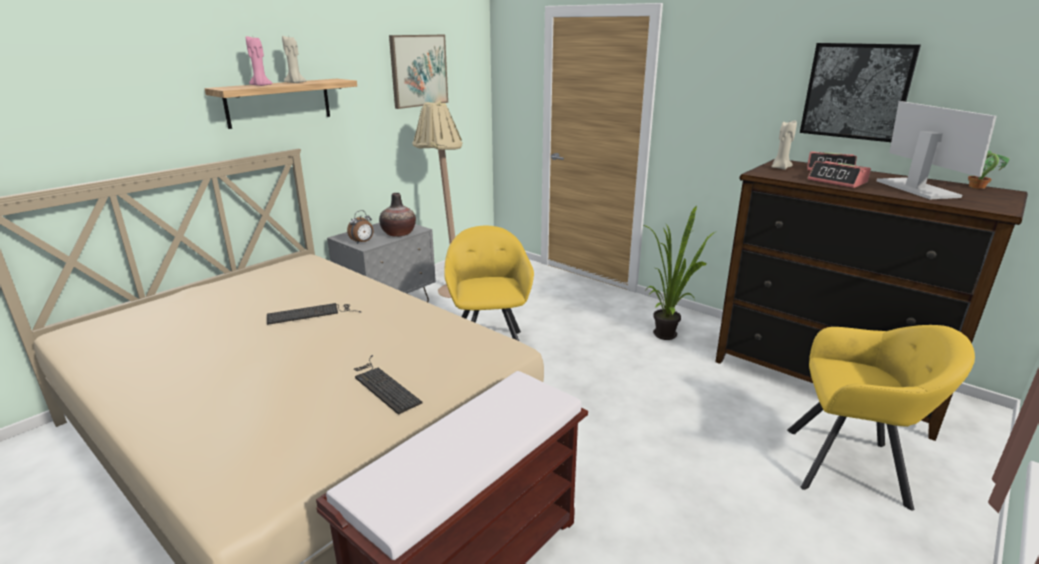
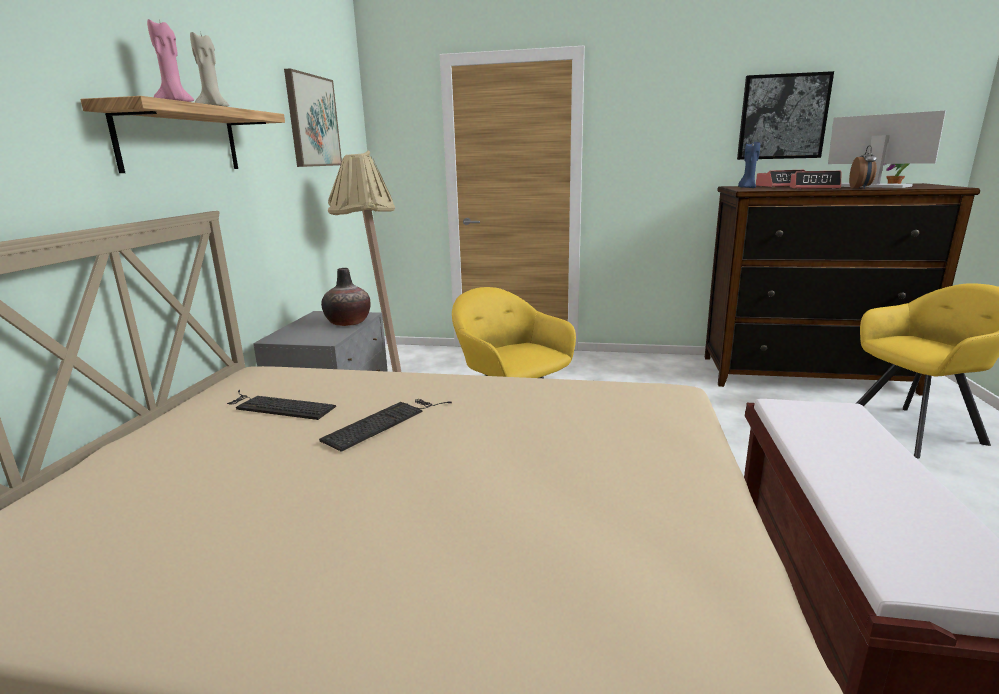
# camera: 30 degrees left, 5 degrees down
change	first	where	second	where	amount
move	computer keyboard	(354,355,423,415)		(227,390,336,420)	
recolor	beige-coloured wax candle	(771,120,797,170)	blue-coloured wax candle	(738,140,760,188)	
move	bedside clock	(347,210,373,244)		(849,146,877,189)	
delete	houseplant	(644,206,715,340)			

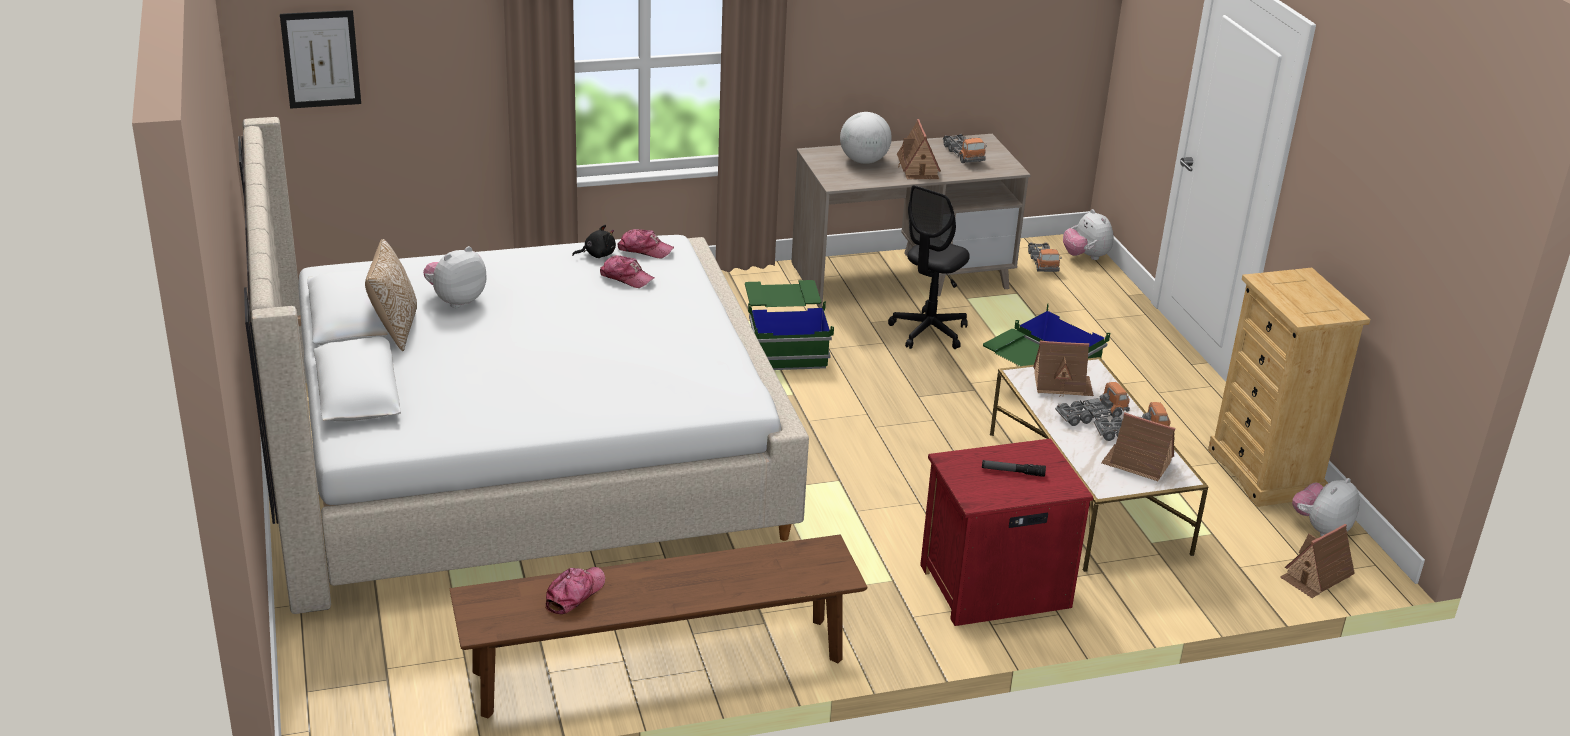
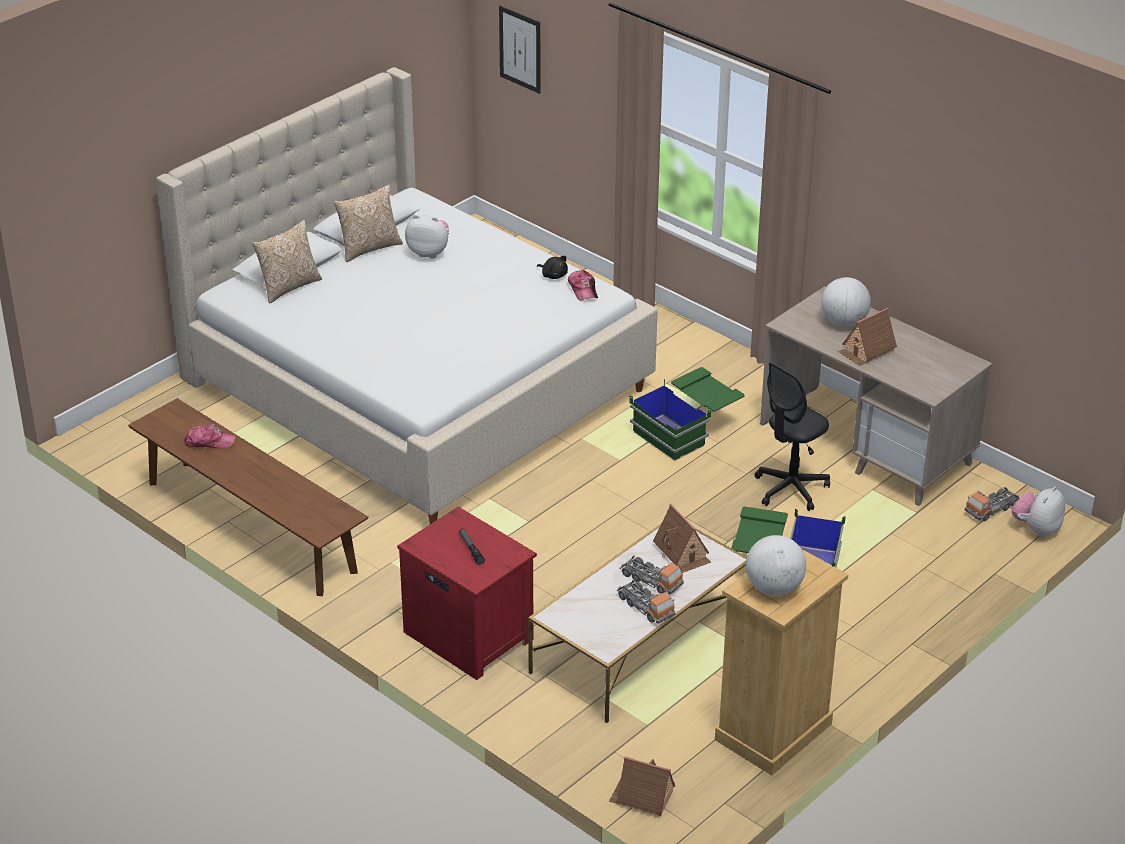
# camera: 60 degrees right, 5 degrees up
change	first	where	second	where	amount
insert			throw pillow	(252,220,322,304)	
insert			globe	(746,535,806,596)	
rotate	black-coloured desk chair	(888,185,970,349)		(755,362,830,511)	45 degrees counterclockwise
delete	baseball cap	(600,255,654,288)			
delete	toy truck	(943,134,987,163)			
delete	model house	(1101,413,1176,482)			
delete	cuddly toy	(1292,478,1360,536)			

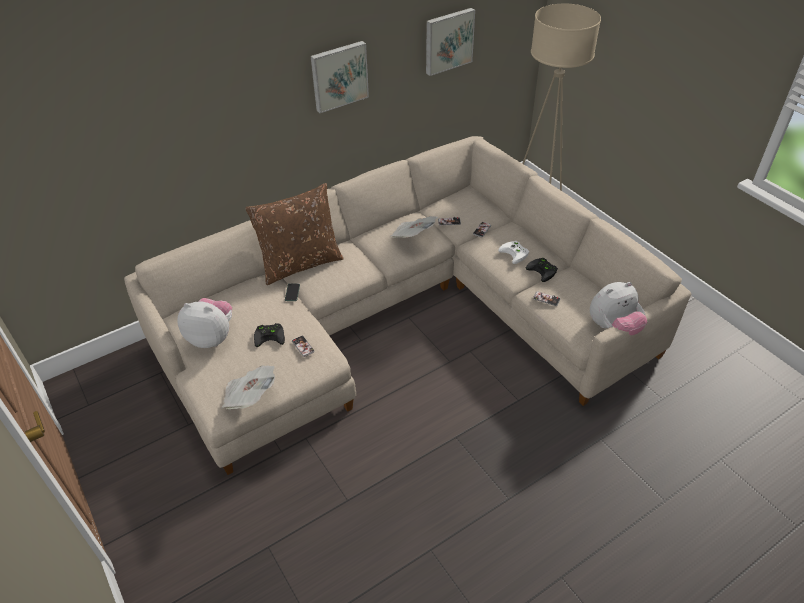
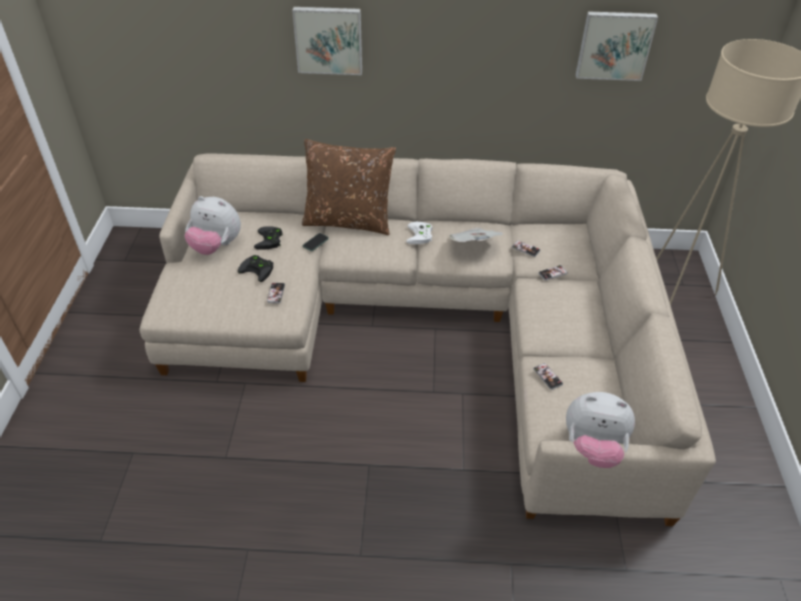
# camera: 35 degrees right, 0 degrees up
change	first	where	second	where	amount
rotate	cuddly toy	(177,298,232,348)		(184,196,241,255)	150 degrees clockwise
move	black-coloured joypad	(526,258,558,282)		(254,226,283,250)	
move	picture	(311,41,369,113)		(292,7,362,75)	
move	whitish joypad	(498,241,529,264)		(406,222,432,244)	
delete	printed paper	(222,365,275,409)			

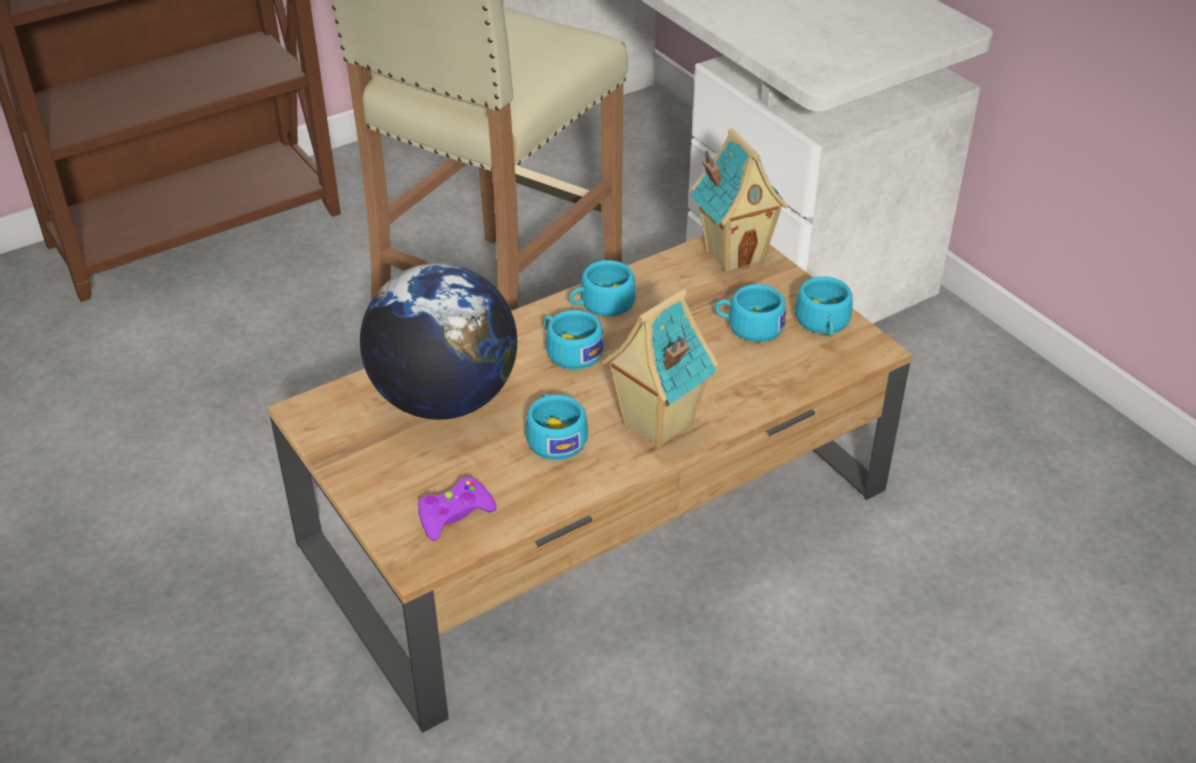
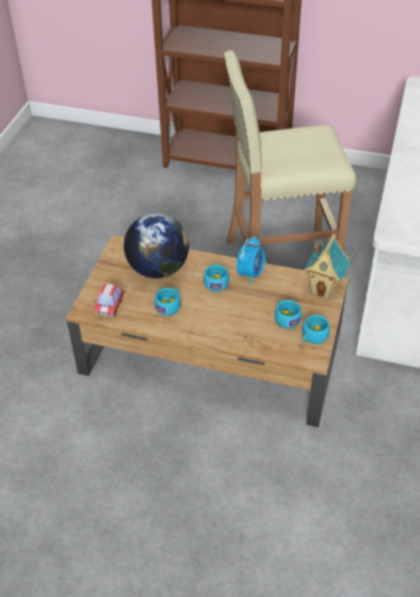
# camera: 50 degrees right, 5 degrees up
change	first	where	second	where	amount
replace	purplish joypad	(418,477,497,541)	toy car	(94,283,124,317)	
replace	turquoise small cup	(569,260,636,317)	bedside clock	(237,236,265,284)	
delete	model house	(602,289,719,448)			

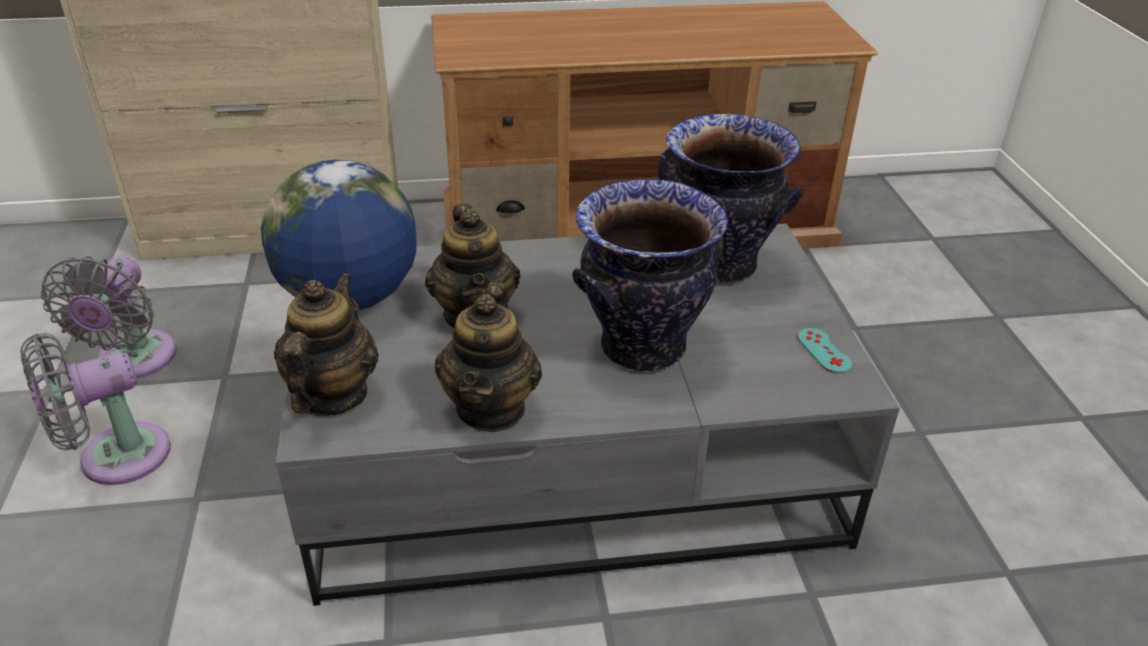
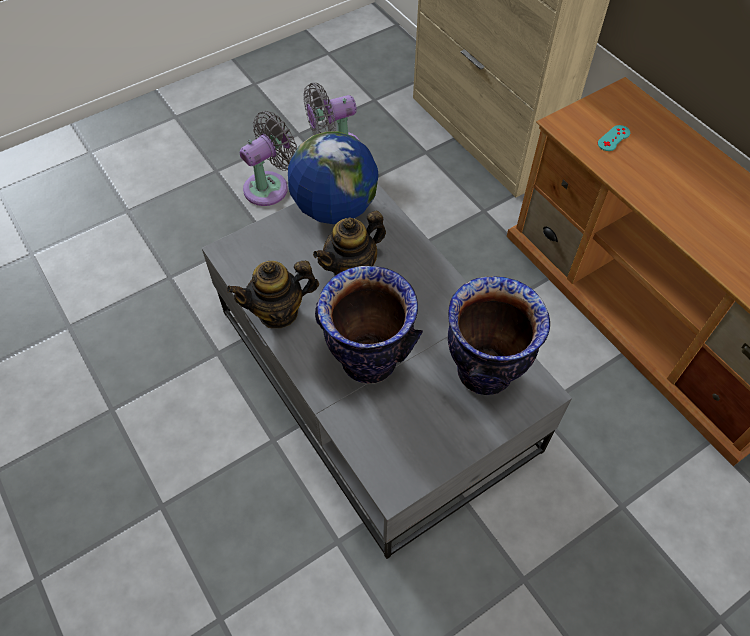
# camera: 65 degrees right, 20 degrees up
change	first	where	second	where	amount
rotate	grey cooling fan	(20,333,171,485)		(240,111,297,206)	105 degrees clockwise
move	turquoise joypad	(798,328,852,373)		(598,125,630,151)	
delete	tea pot	(274,273,379,416)			

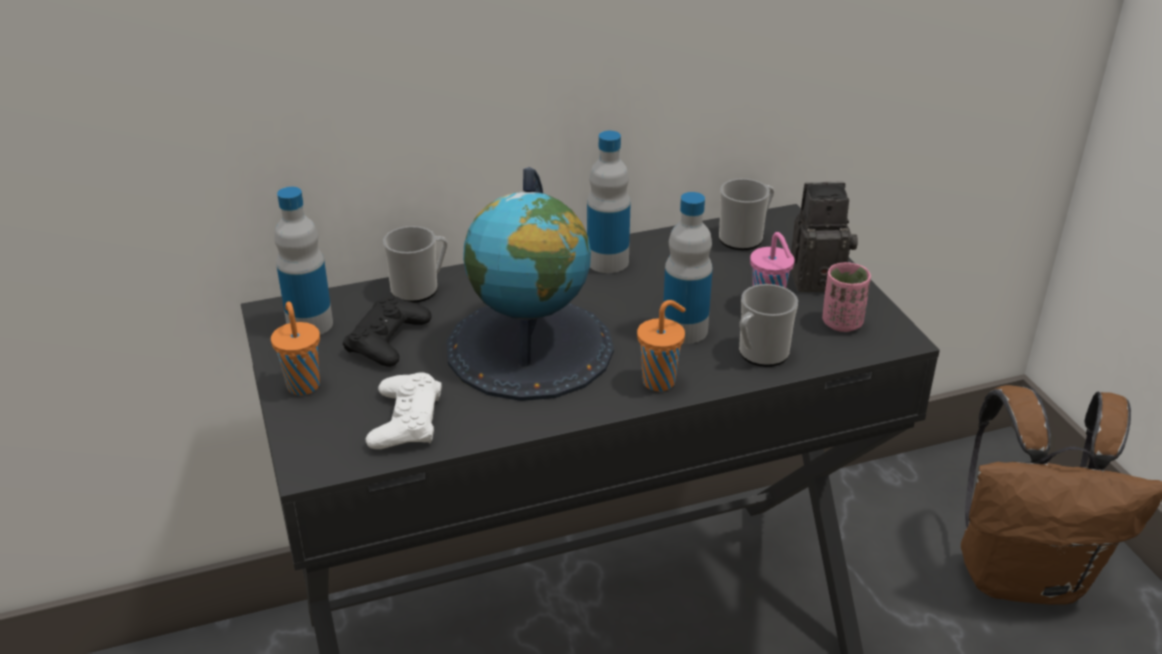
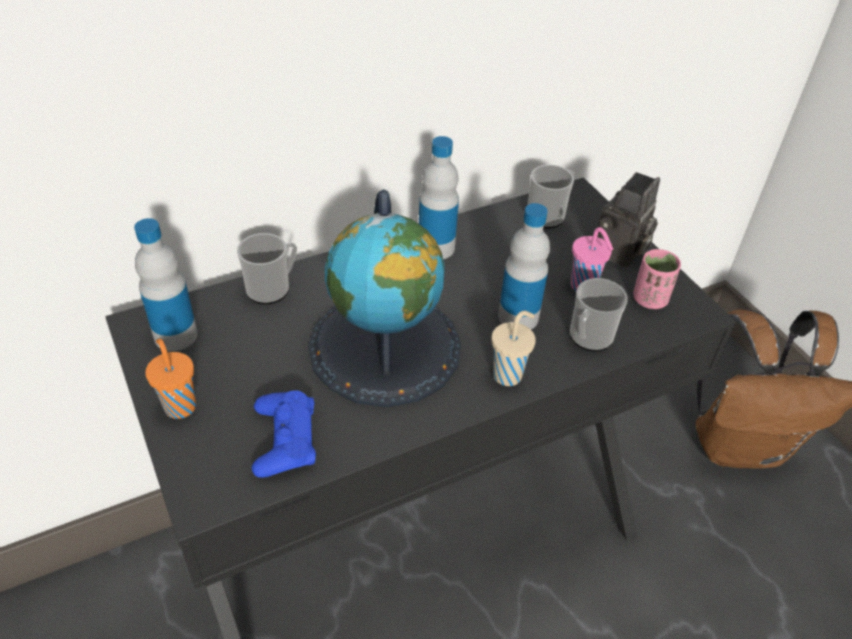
# camera: 10 degrees left, 10 degrees up
change	first	where	second	where	amount
recolor	whitish joypad	(366,372,442,449)	blue-coloured joypad	(251,390,316,478)	
recolor	orange-coloured small cup	(637,300,686,391)	beige-coloured small cup	(492,311,536,386)	
rotate	still camera	(791,182,858,292)		(597,172,660,267)	135 degrees clockwise
delete	black-coloured joypad	(343,296,432,367)			

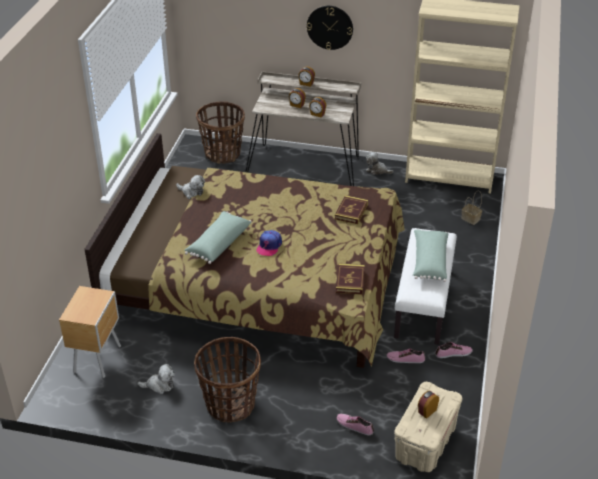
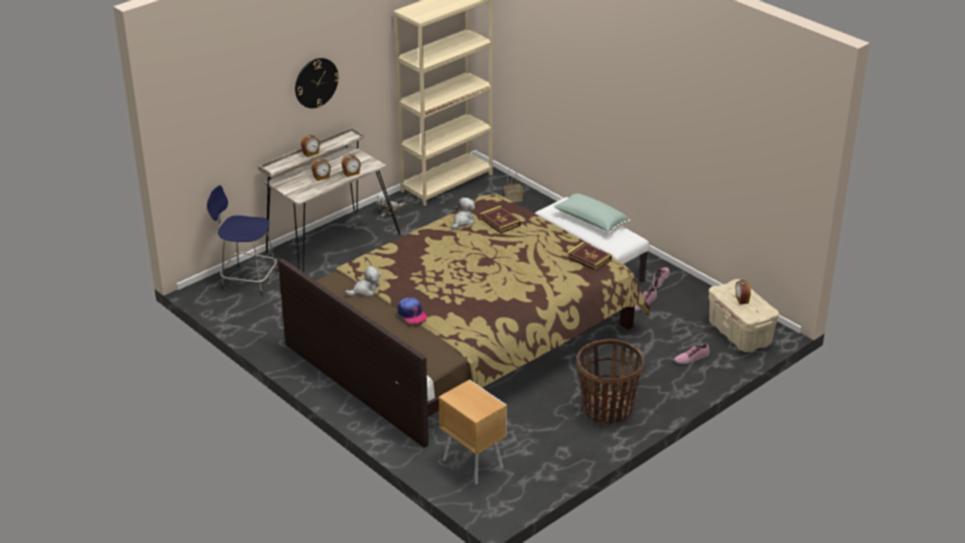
# camera: 55 degrees left, 5 degrees down
change	first	where	second	where	amount
replace	basket	(196,102,245,164)	blue-coloured stool seat	(207,185,278,296)	
move	baseball cap	(257,230,282,256)		(398,298,428,324)	
move	cuddly toy	(137,364,175,394)		(451,198,475,230)	
delete	green throw pillow	(185,211,252,264)			

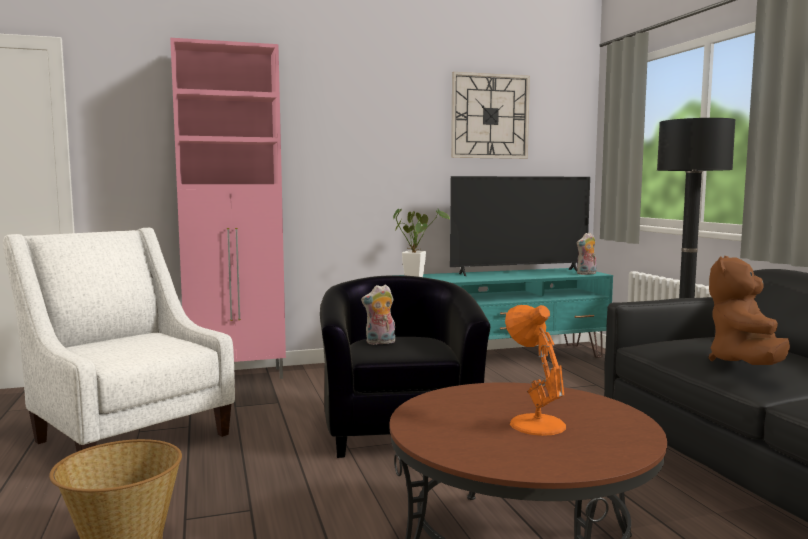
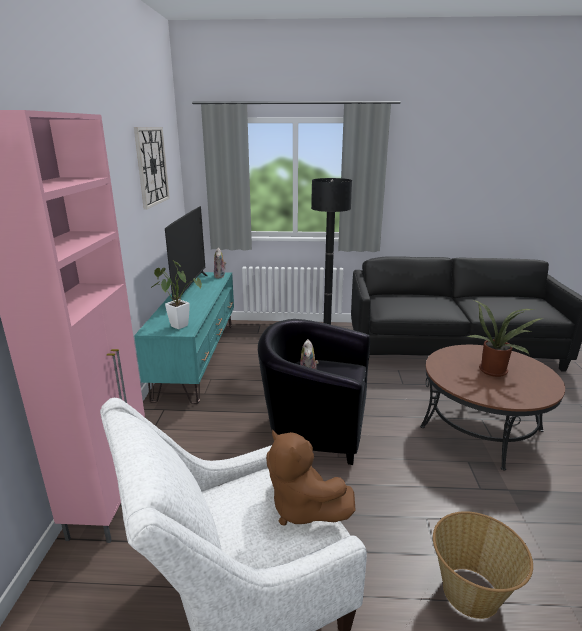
# camera: 70 degrees left, 15 degrees up
change	first	where	second	where	amount
move	brown cuddly toy	(709,256,790,365)		(266,430,356,526)	
replace	orange-coloured table lamp	(505,305,566,436)	houseplant	(467,299,544,377)	

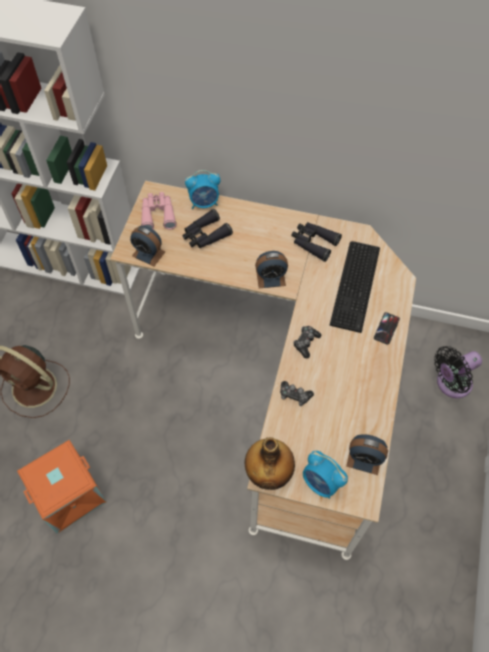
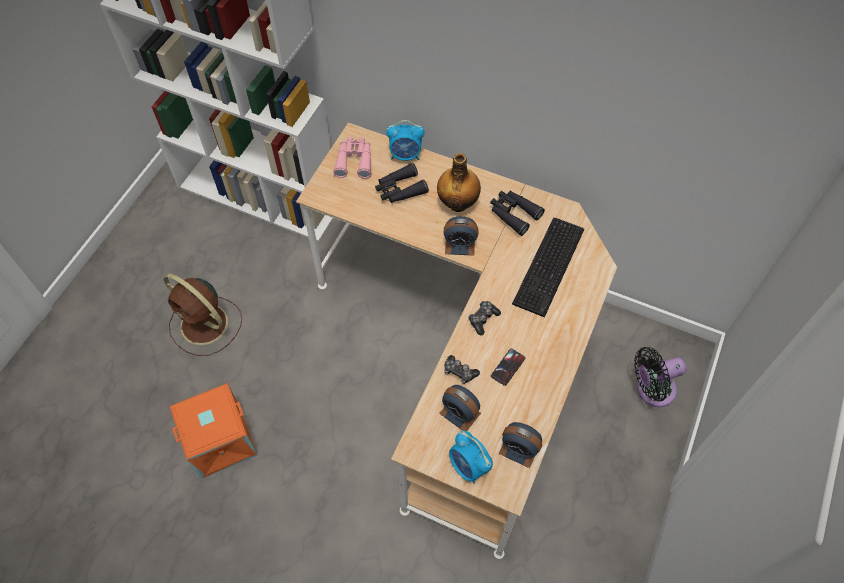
# camera: 10 degrees right, 0 degrees up
change	first	where	second	where	amount
move	drink bottle	(245,437,295,490)		(437,153,481,212)	
move	bedside clock	(130,226,166,266)		(439,385,481,431)	
move	handset	(374,312,400,345)		(491,349,525,386)	

